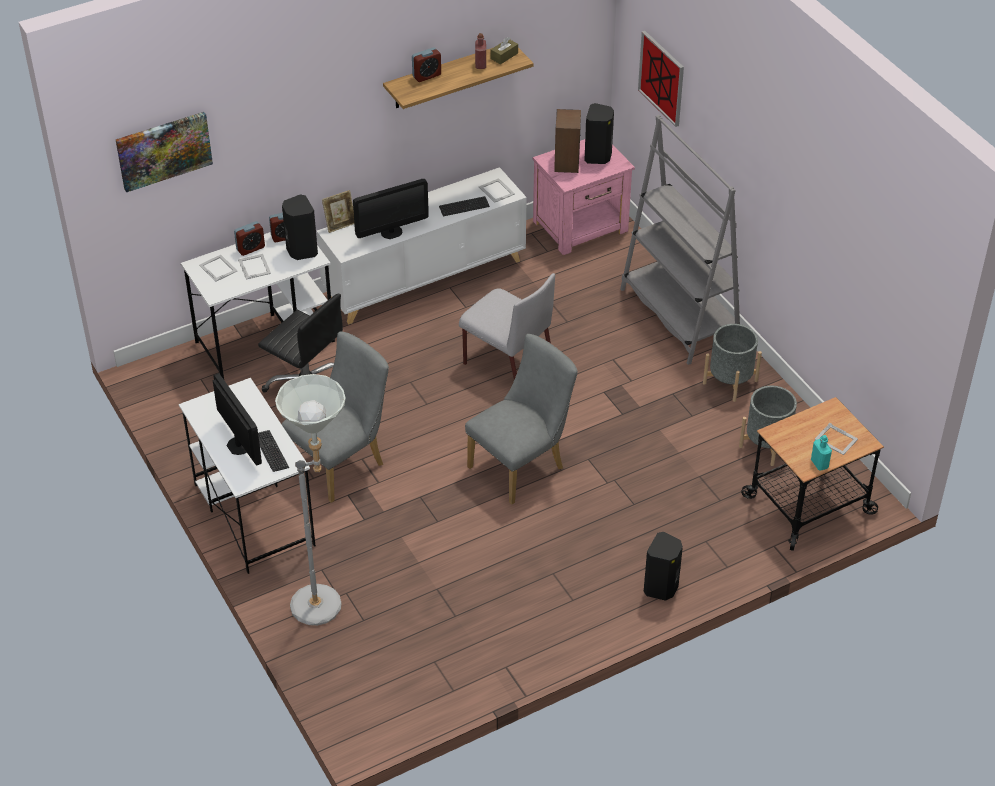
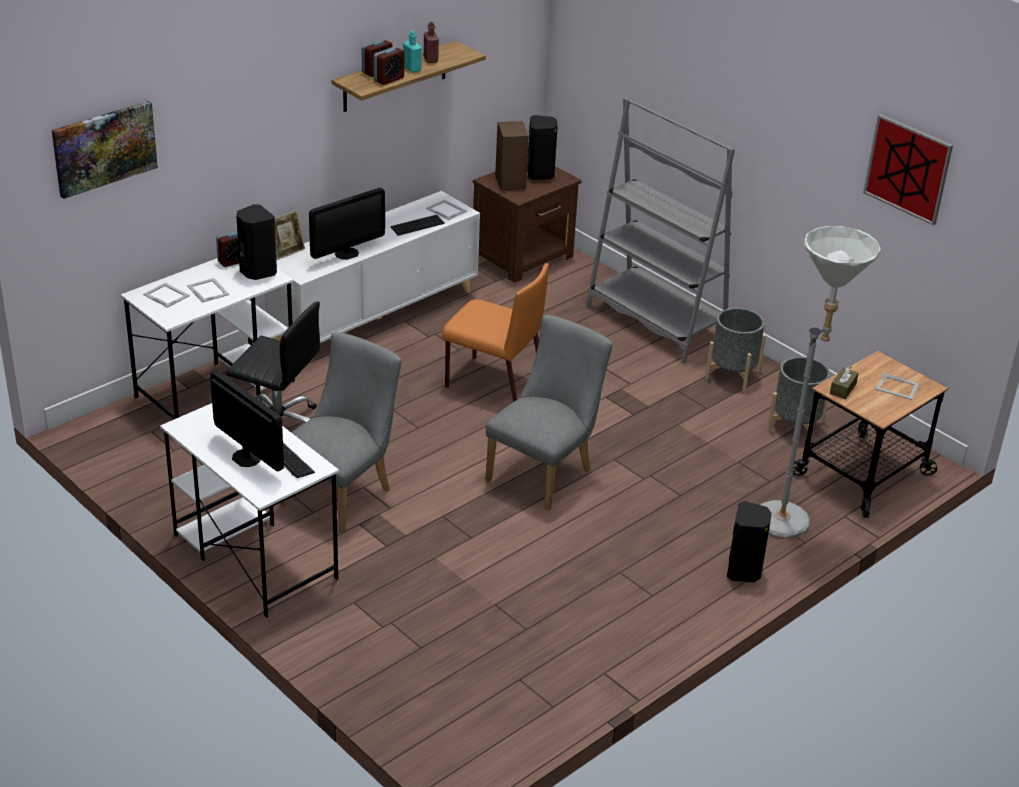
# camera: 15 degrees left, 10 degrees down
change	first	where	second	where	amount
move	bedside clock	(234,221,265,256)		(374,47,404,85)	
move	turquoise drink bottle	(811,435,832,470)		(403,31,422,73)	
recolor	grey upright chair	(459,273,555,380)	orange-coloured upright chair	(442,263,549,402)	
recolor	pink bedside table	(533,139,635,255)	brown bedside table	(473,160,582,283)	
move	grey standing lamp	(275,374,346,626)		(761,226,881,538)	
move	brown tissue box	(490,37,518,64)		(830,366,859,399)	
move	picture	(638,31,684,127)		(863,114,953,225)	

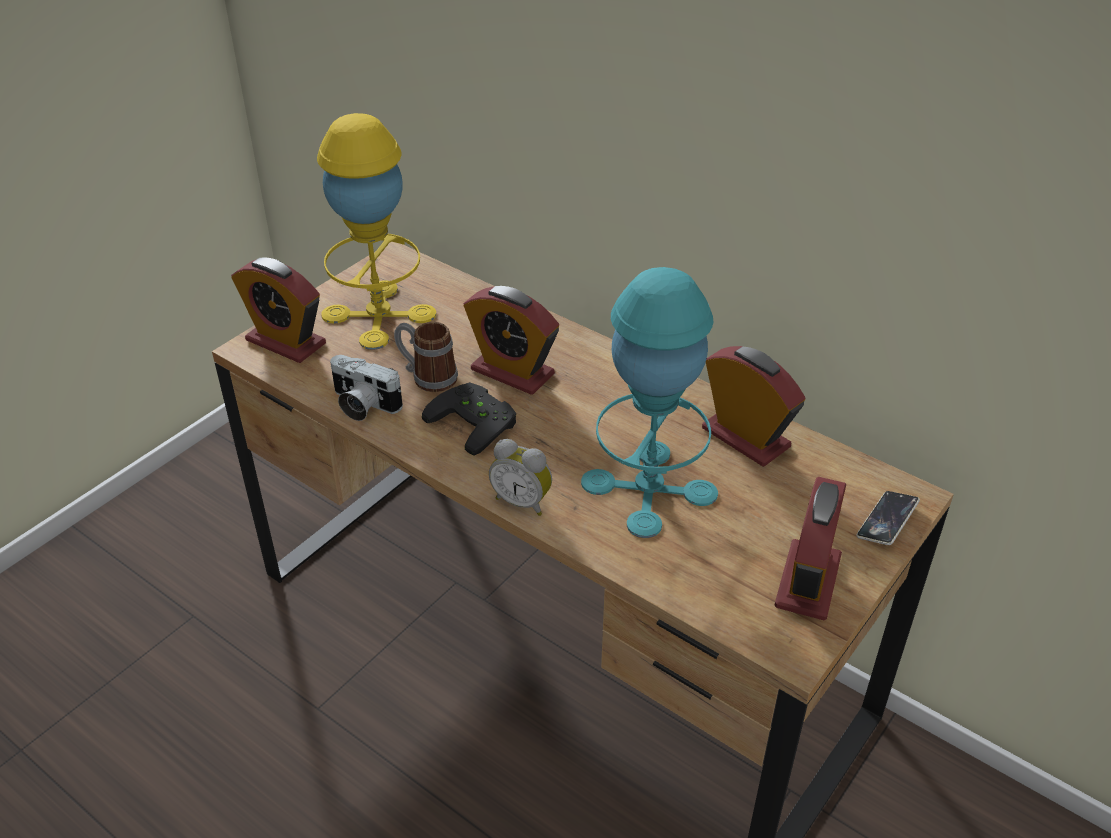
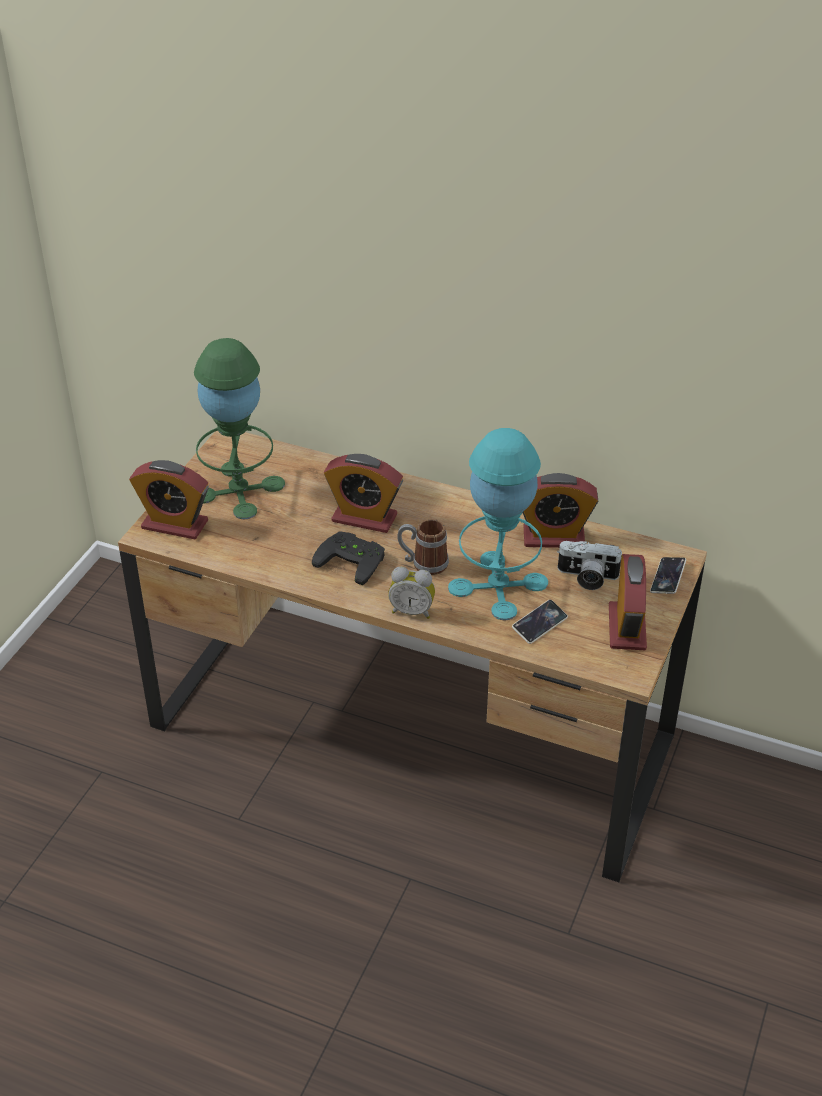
# camera: 15 degrees left, 0 degrees up
change	first	where	second	where	amount
recolor	yellow table lamp	(317,113,436,350)	green table lamp	(194,338,285,519)	
move	coffee mug	(394,322,458,392)		(397,519,449,575)	
insert			handset	(512,600,568,644)	
rotate	bedside clock	(702,346,805,467)		(523,473,598,548)	150 degrees clockwise
move	still camera	(330,355,403,421)		(557,541,622,590)	

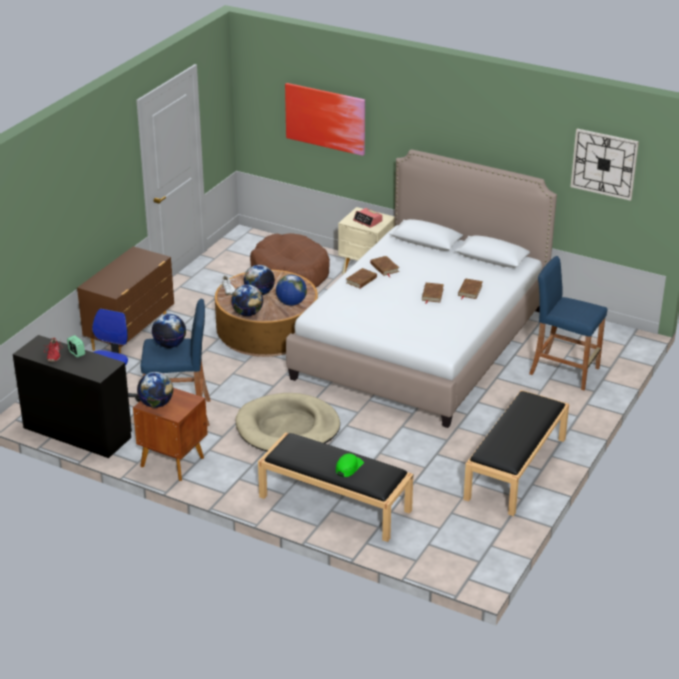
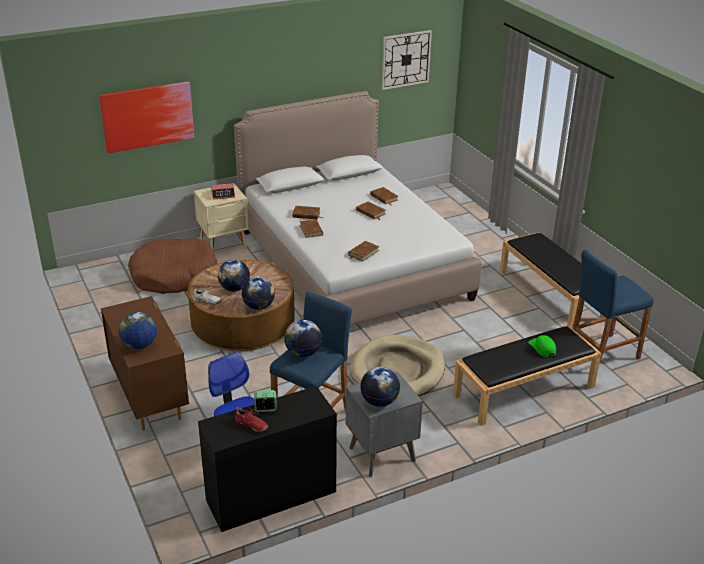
# camera: 55 degrees left, 0 degrees up
change	first	where	second	where	amount
move	globe	(276,275,307,306)		(119,312,157,349)	
recolor	brown bedside table	(133,388,207,481)	grey bedside table	(346,371,423,477)	
insert			brown book	(348,241,379,262)	
move	blue-coloured stool seat	(529,256,607,390)		(572,250,654,361)	

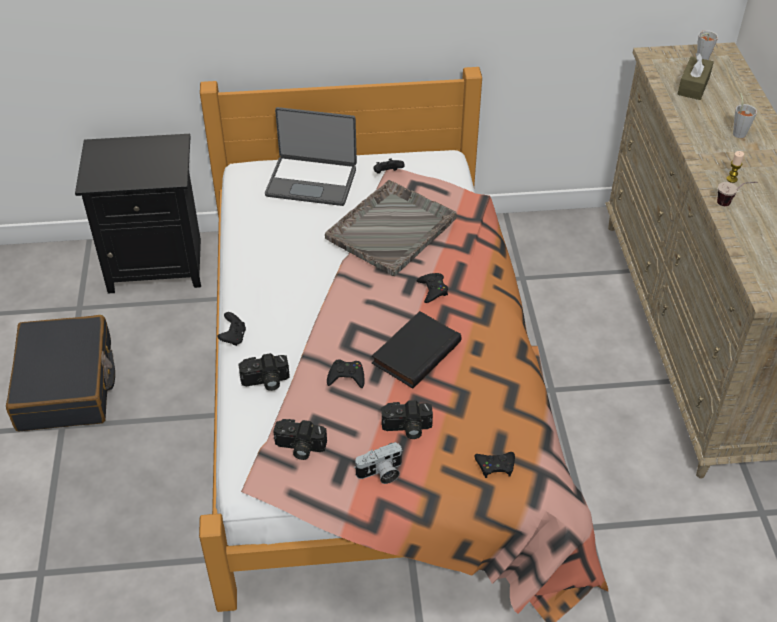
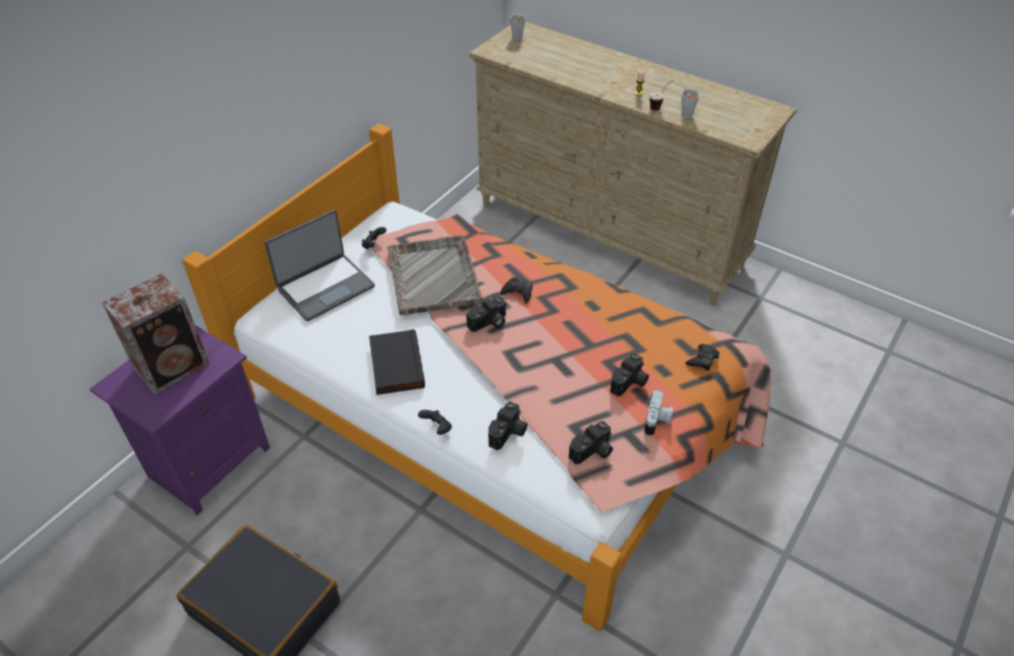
# camera: 50 degrees left, 0 degrees up
change	first	where	second	where	amount
recolor	black-coloured bedside table	(75,134,201,294)	purplish bedside table	(90,325,270,515)	
insert			loudspeaker	(102,273,210,395)	
move	black-coloured book	(372,311,462,389)		(369,329,425,395)	
insert			still camera	(466,297,506,332)	
move	grey small cup	(733,93,757,138)		(677,84,699,118)	
delete	black-coloured joypad	(327,360,365,388)			
delete	brown tissue box	(677,53,714,100)			

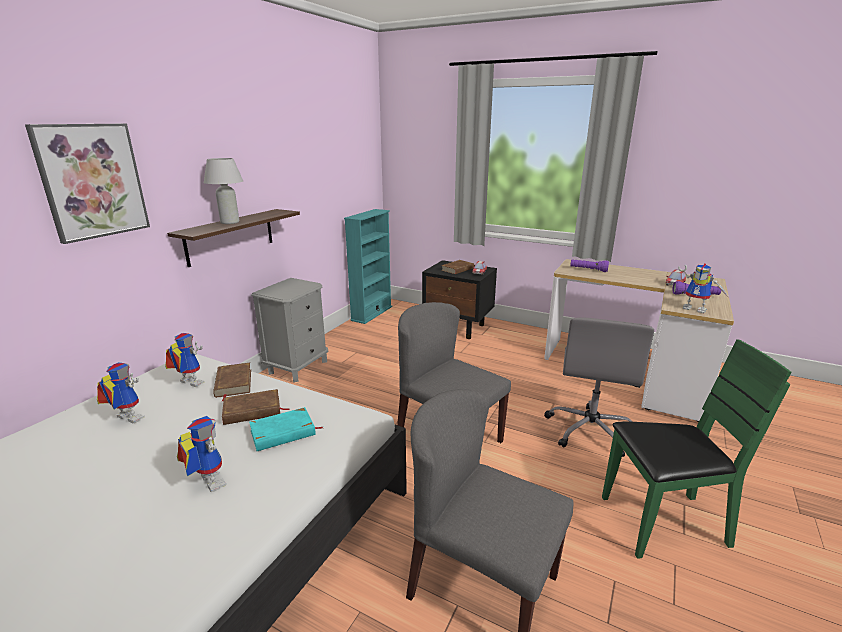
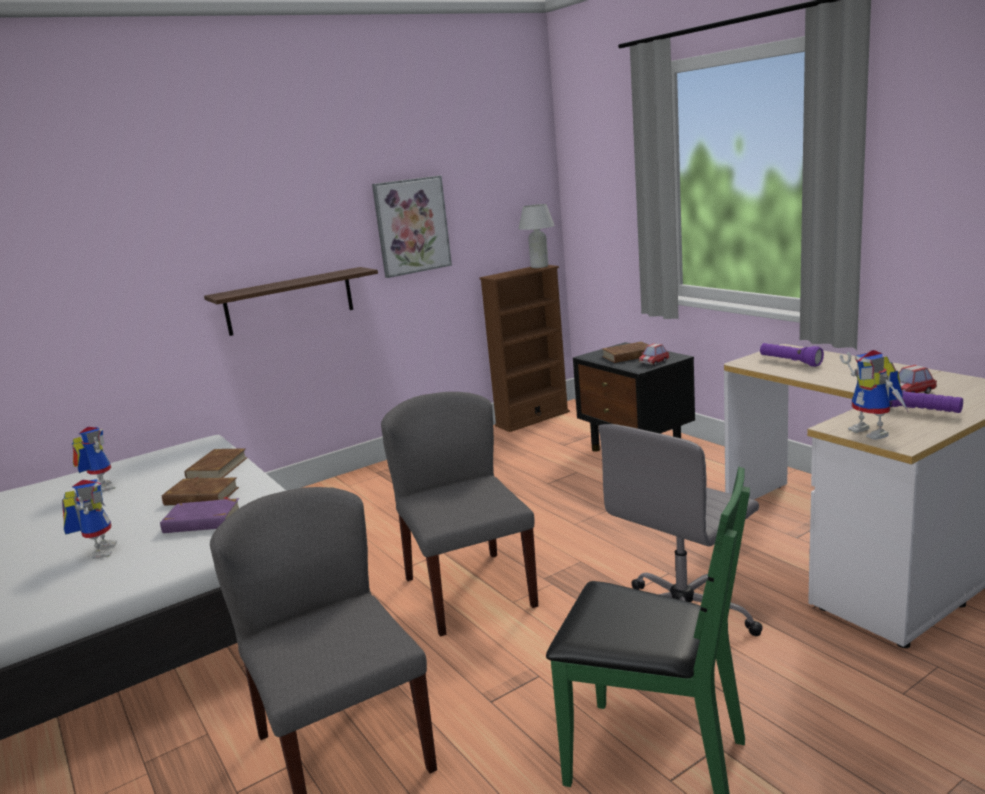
# camera: 30 degrees right, 5 degrees down
change	first	where	second	where	amount
recolor	turquoise book	(249,407,322,451)	purplish book	(160,498,239,533)	
move	picture	(25,124,150,244)		(372,175,452,278)	
recolor	turquoise bookshelf	(344,209,392,324)	brown bookshelf	(479,265,570,432)	
move	whitish table lamp	(204,158,243,224)		(519,204,555,268)	
delete	robot figure	(165,333,204,387)			
delete	grey bedside table	(251,278,328,382)			

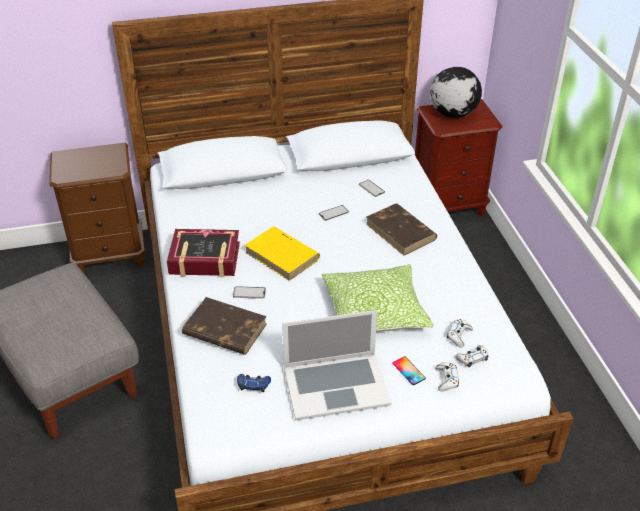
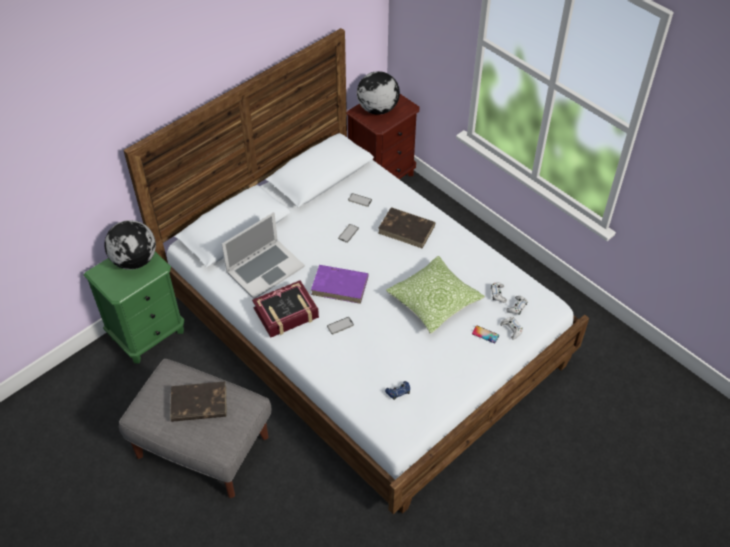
# camera: 30 degrees left, 10 degrees up
change	first	where	second	where	amount
recolor	brown bedside table	(50,143,145,274)	green bedside table	(84,252,185,363)	
insert			globe	(104,220,156,270)	
move	brown book	(182,297,267,355)		(170,381,227,422)	
move	laptop	(282,310,391,421)		(222,212,305,299)	
recolor	yellow book	(245,226,320,281)	purplish book	(311,265,369,304)	

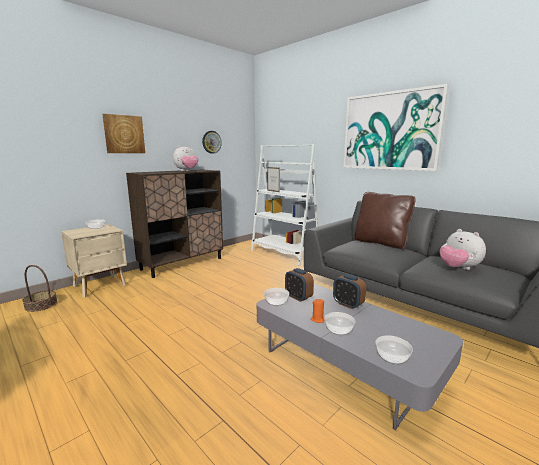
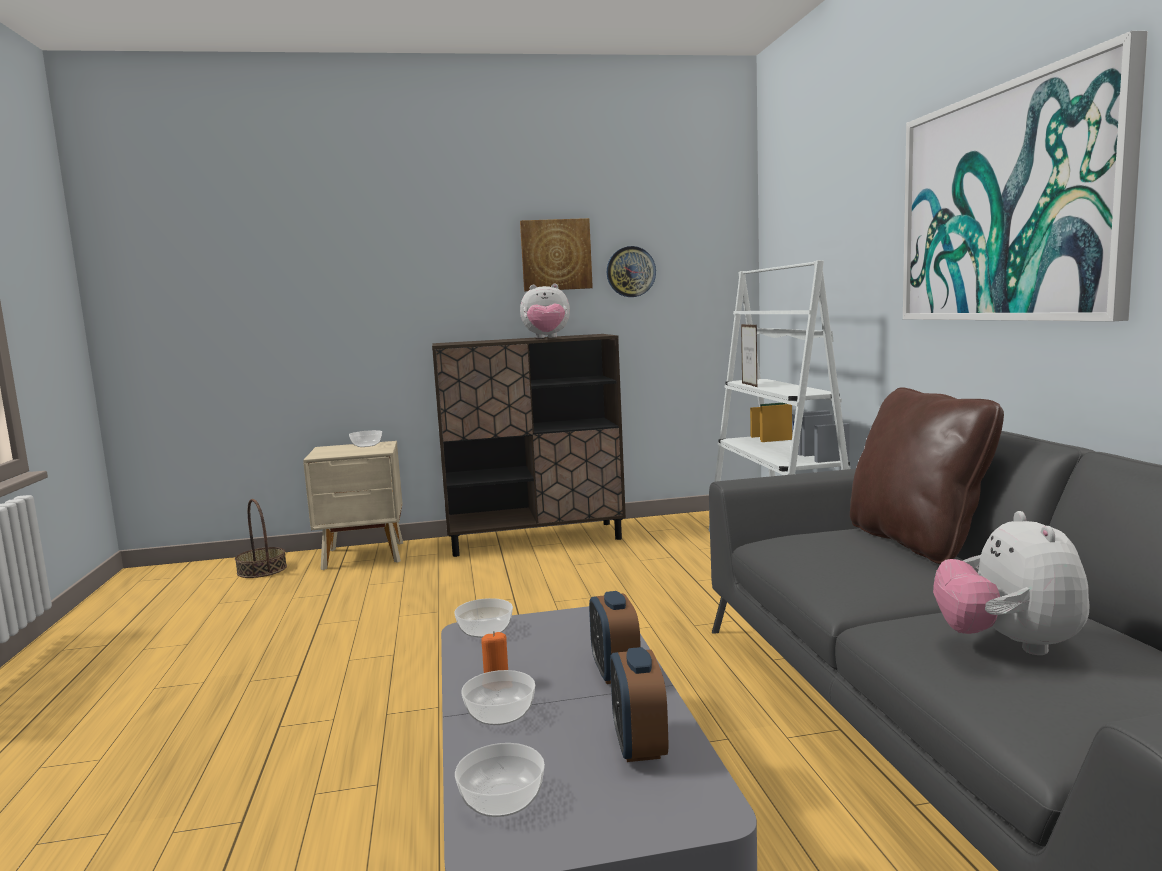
# camera: 35 degrees right, 5 degrees down
change	first	where	second	where	amount
move	picture	(103,114,145,153)		(520,218,593,291)	
move	bedside clock	(285,268,314,302)		(610,647,668,762)	

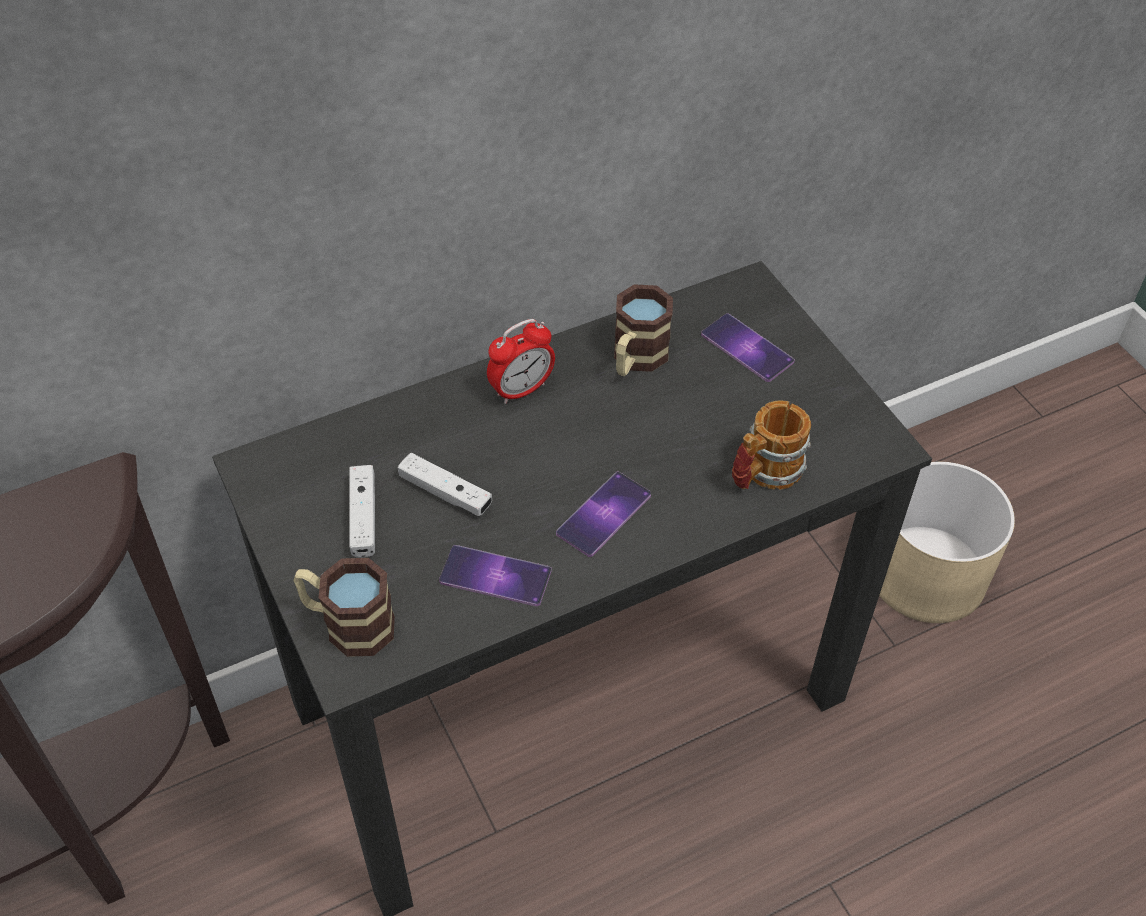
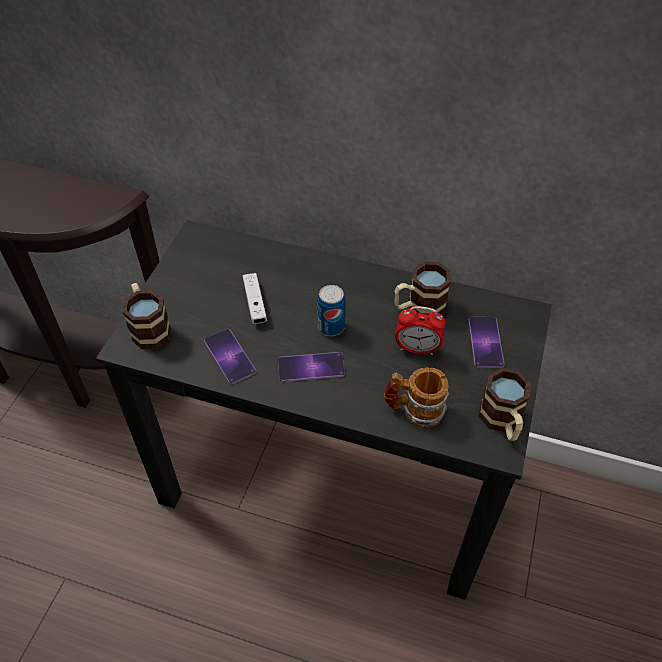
# camera: 45 degrees right, 0 degrees up
change	first	where	second	where	amount
insert			can	(317,285,346,336)	
move	bedside clock	(487,319,555,404)		(395,306,446,355)	
insert			coffee mug	(478,368,531,441)	
delete	whitish joypad	(349,465,375,558)			
delete	beige-coloured flower pot	(879,462,1015,623)			

